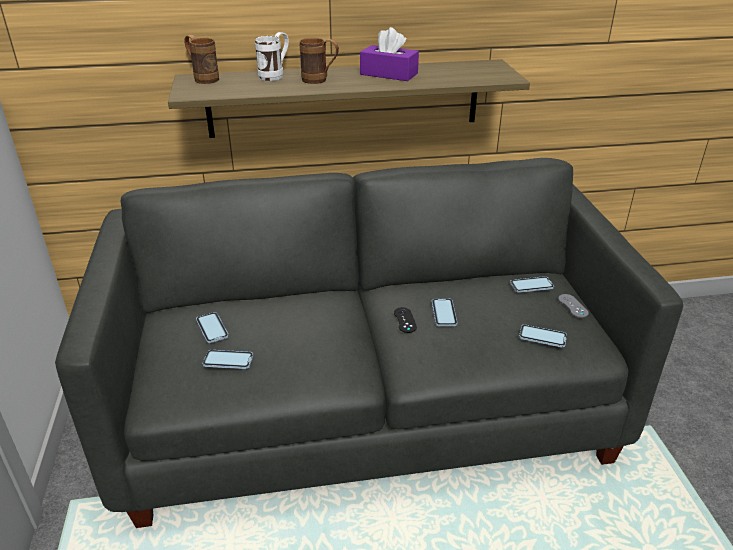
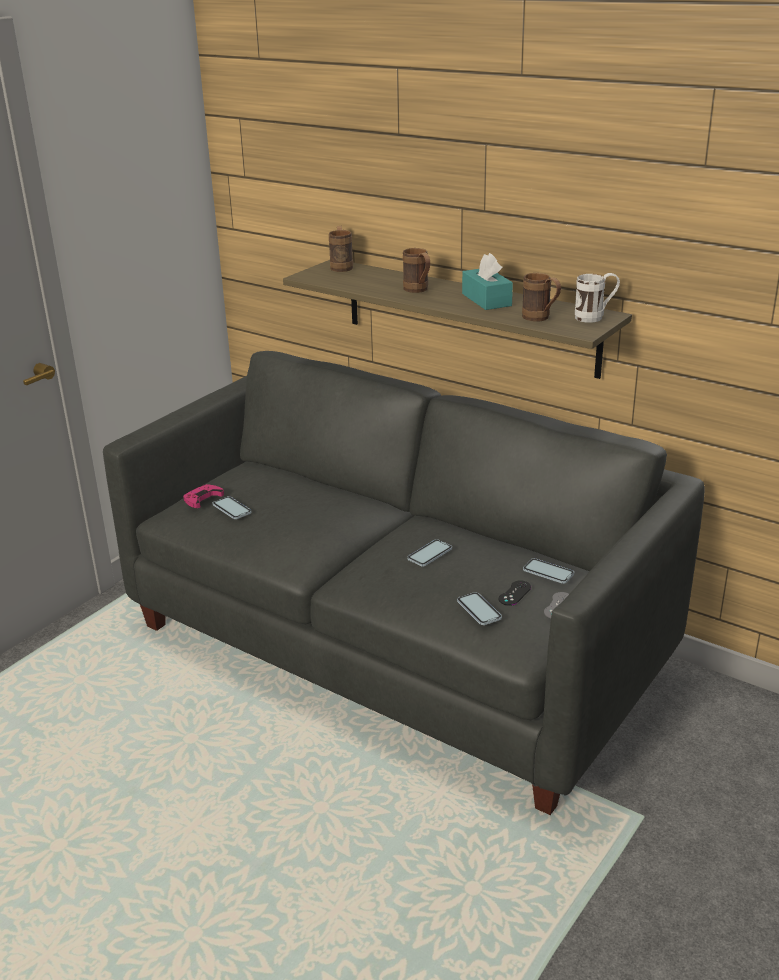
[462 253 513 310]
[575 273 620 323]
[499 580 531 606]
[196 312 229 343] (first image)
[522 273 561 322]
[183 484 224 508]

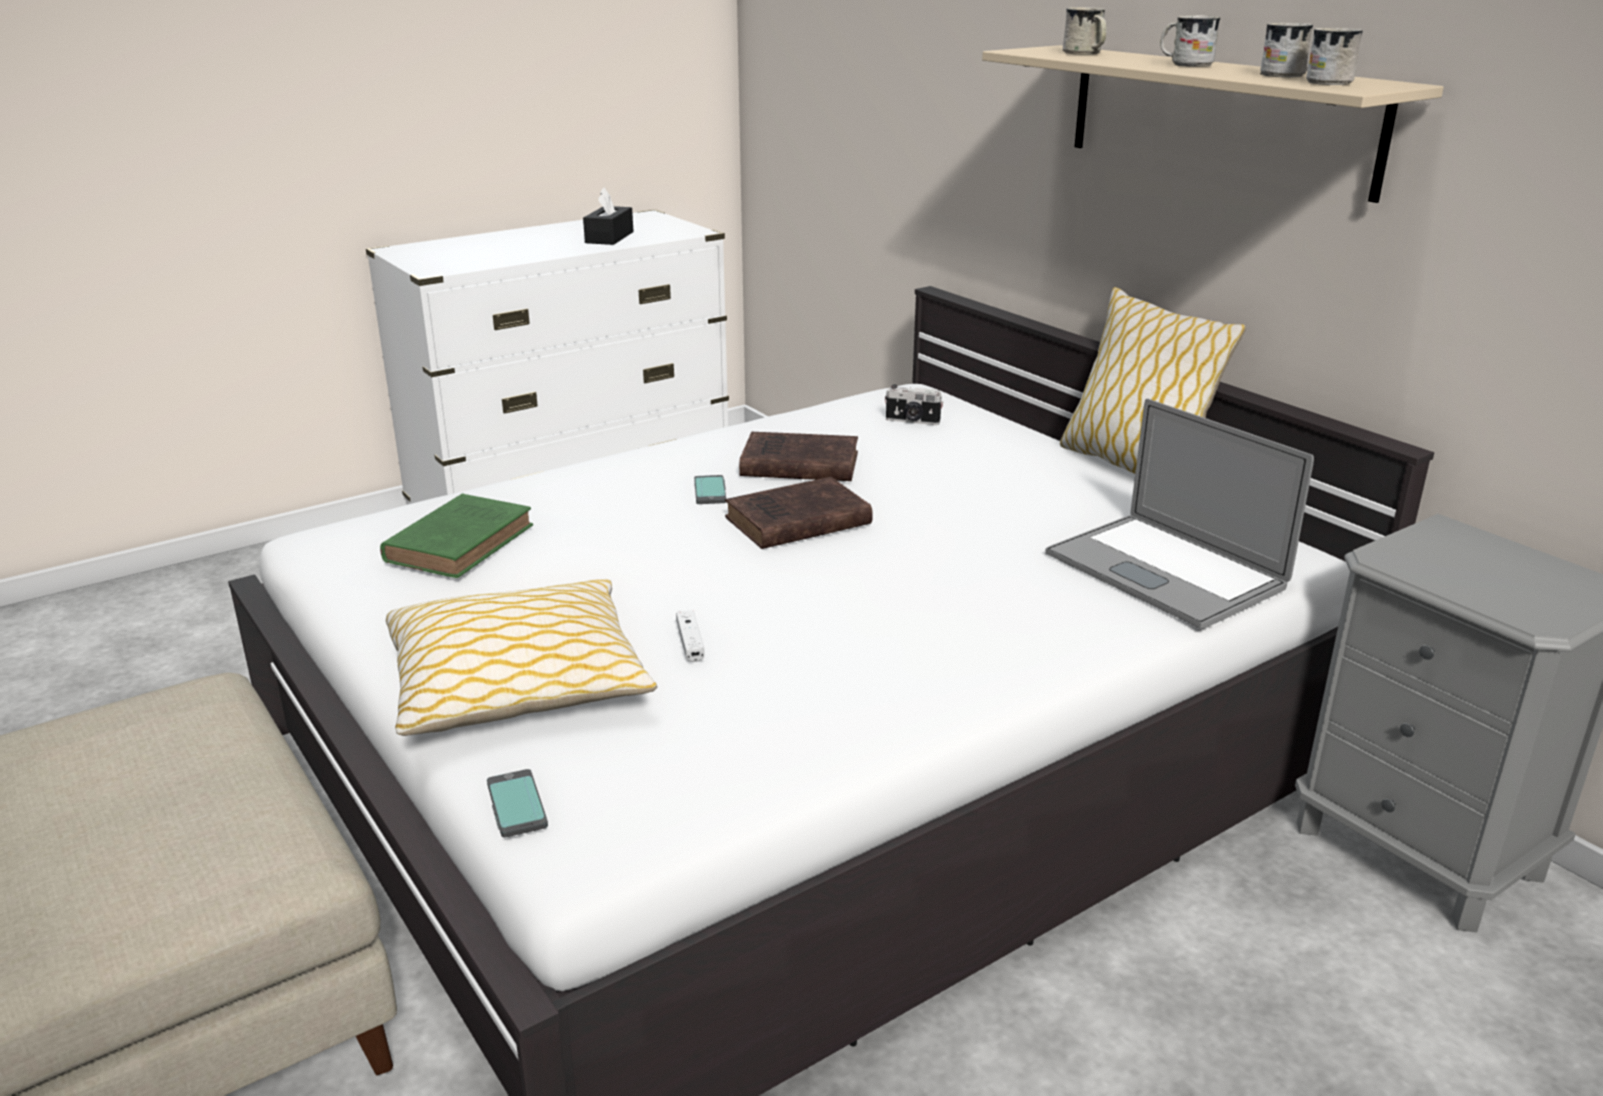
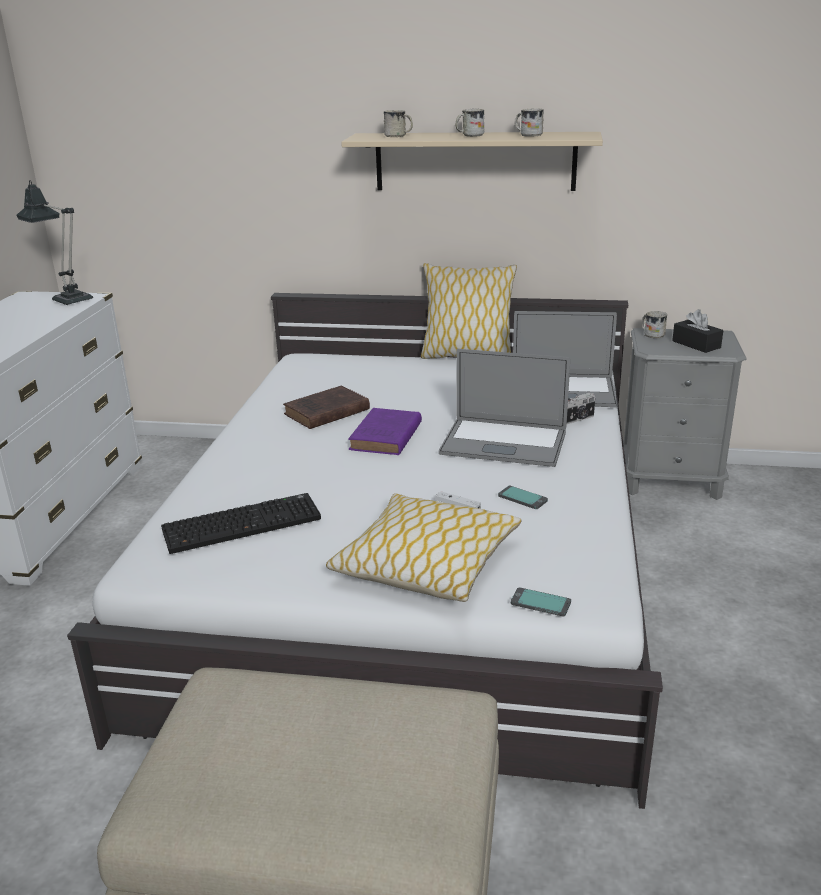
[642 311 667 338]
[672 309 723 353]
[567 393 595 424]
[498 486 548 509]
[348 408 422 455]
[161 493 321 554]
[16 180 93 305]
[439 349 570 467]

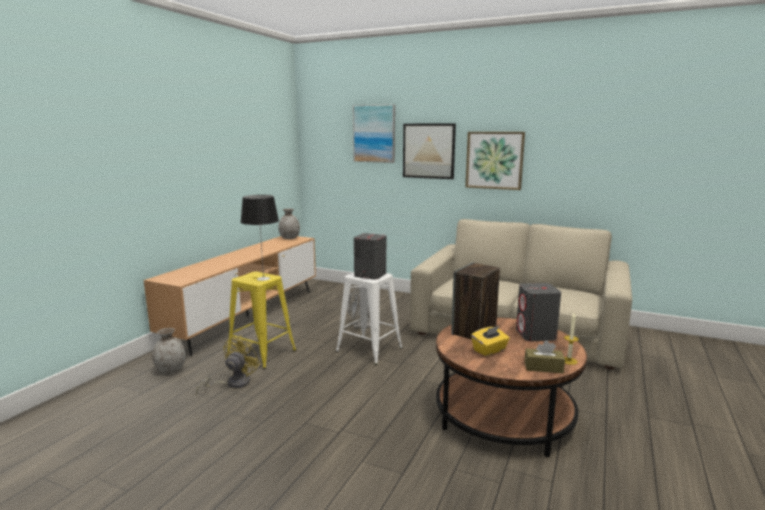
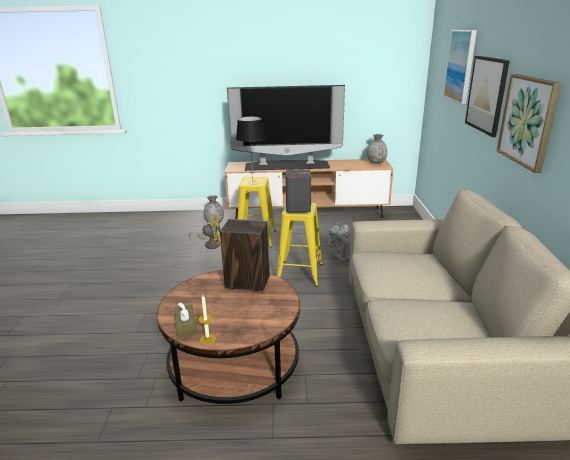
[277 203 322 287]
[516 283 561 341] (first image)
[471 326 510 356] (first image)
[227 85 345 171]

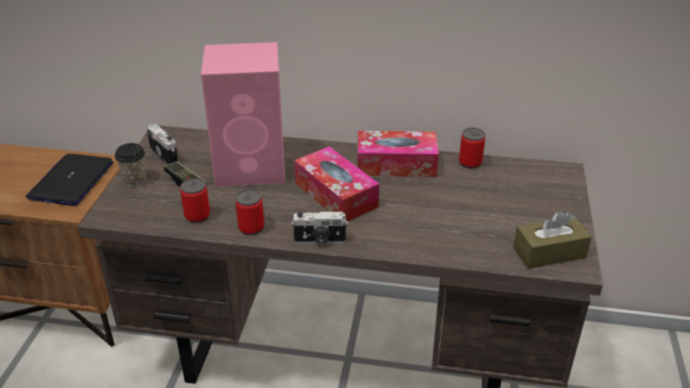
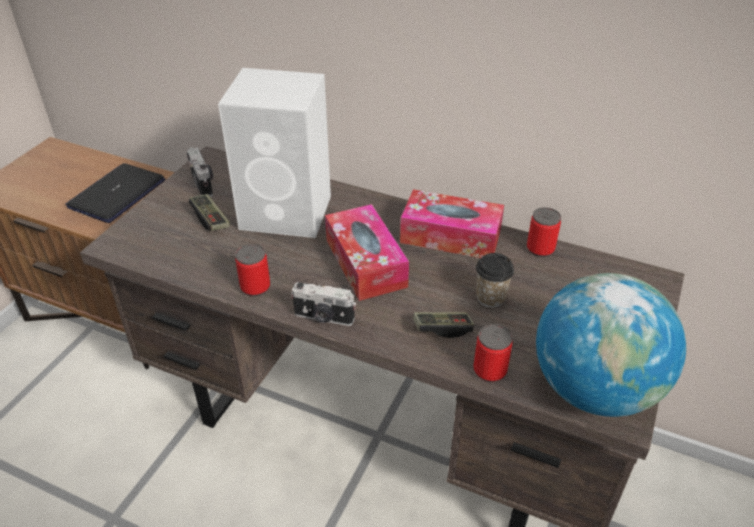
[218 68 331 238]
[476 253 514 308]
[473 324 513 382]
[536 273 686 417]
[413 312 474 338]

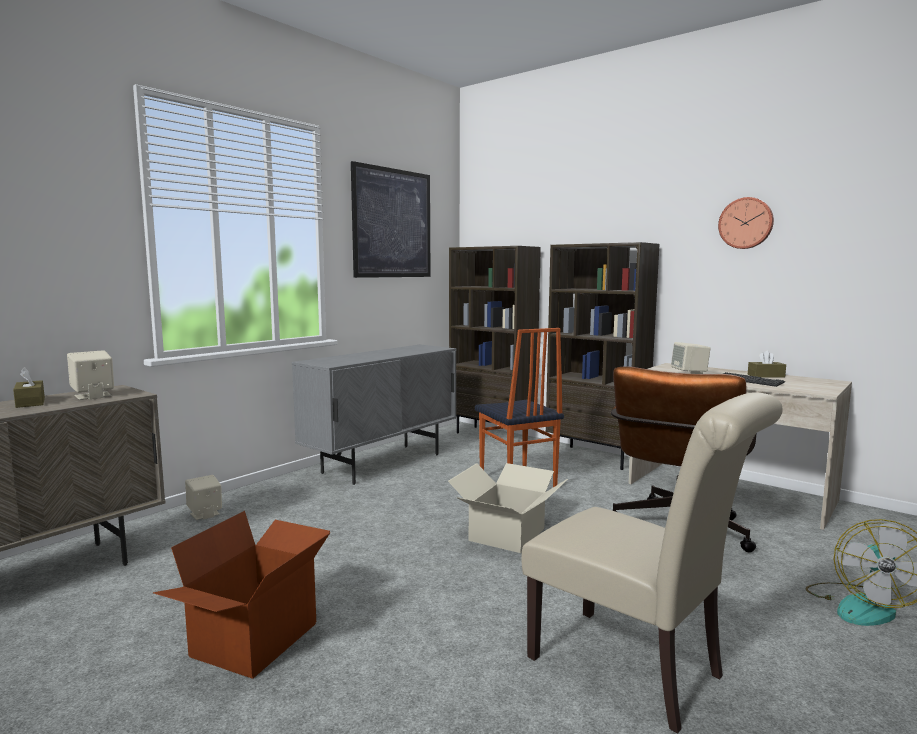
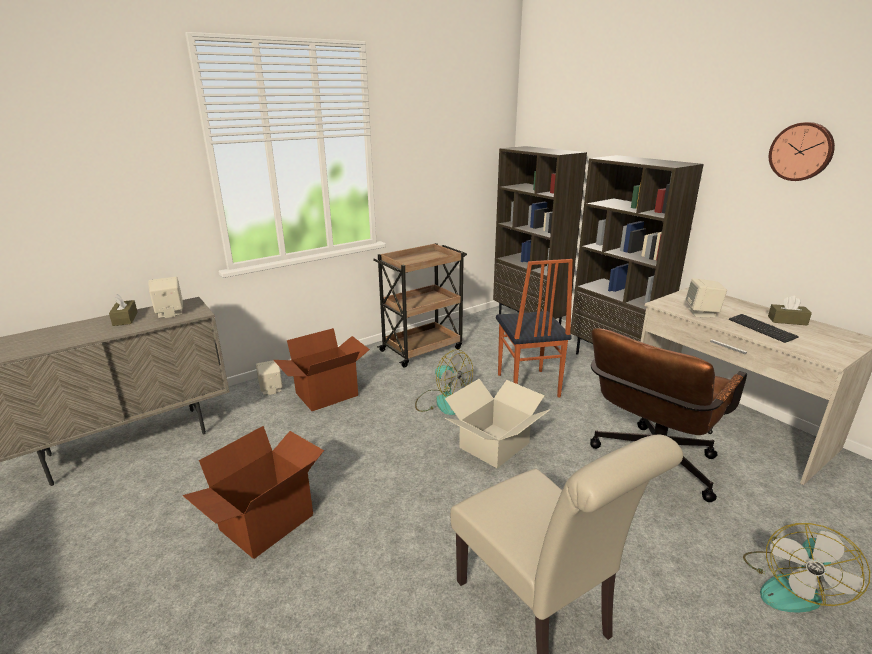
[351 161 430 278] (first image)
[373 243 467 368]
[274 328 370 411]
[415 349 473 415]

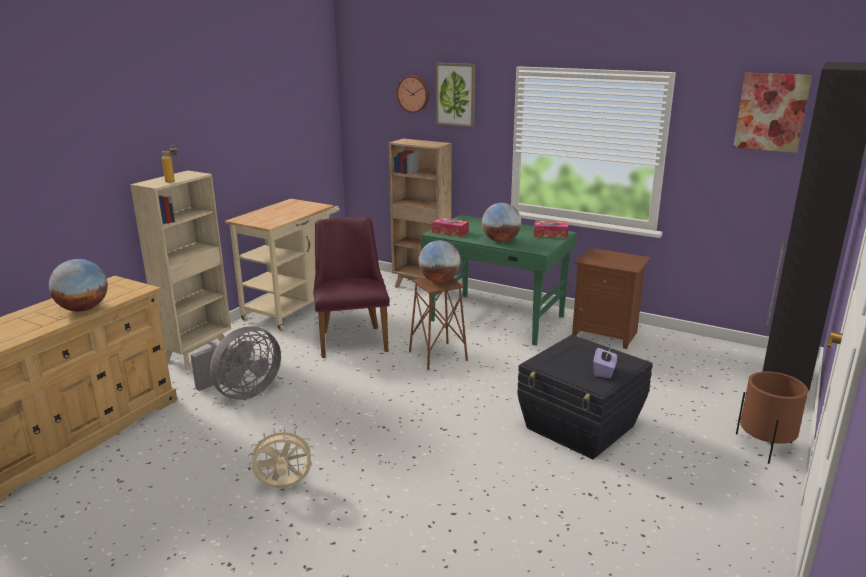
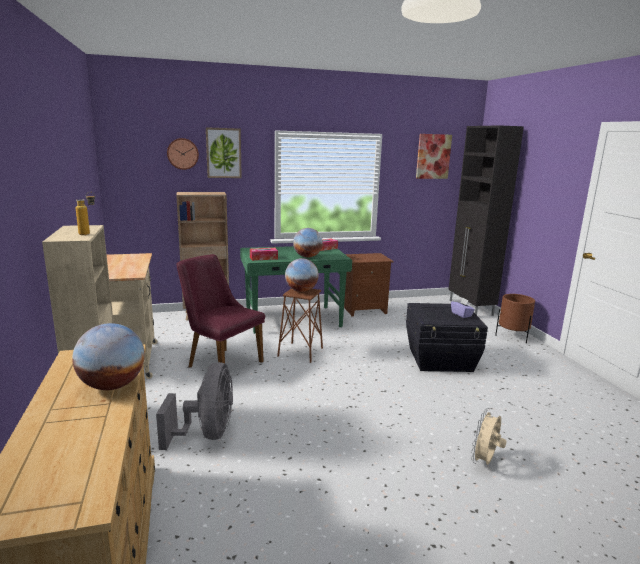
[471 408 507 465]

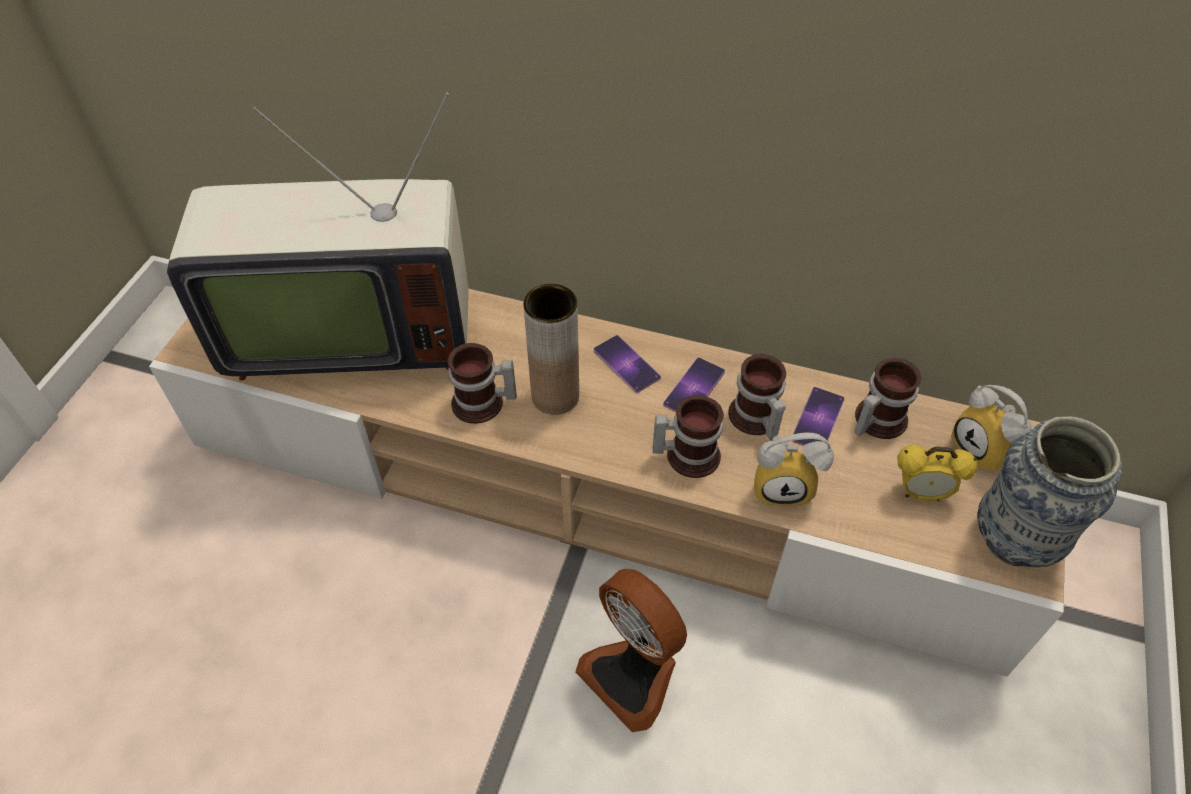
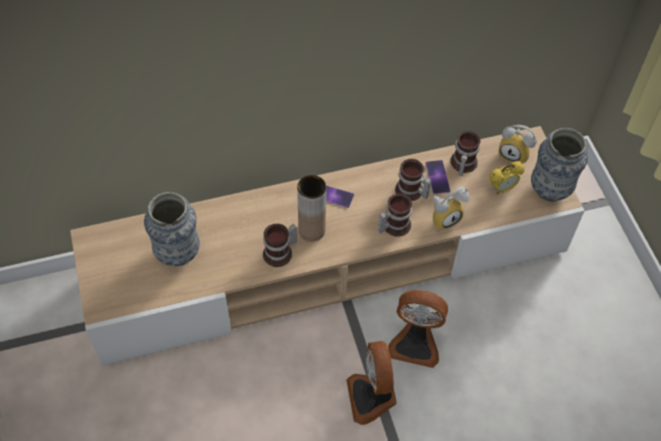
[144 192 200 267]
[663 358 725 412] (first image)
[346 341 397 425]

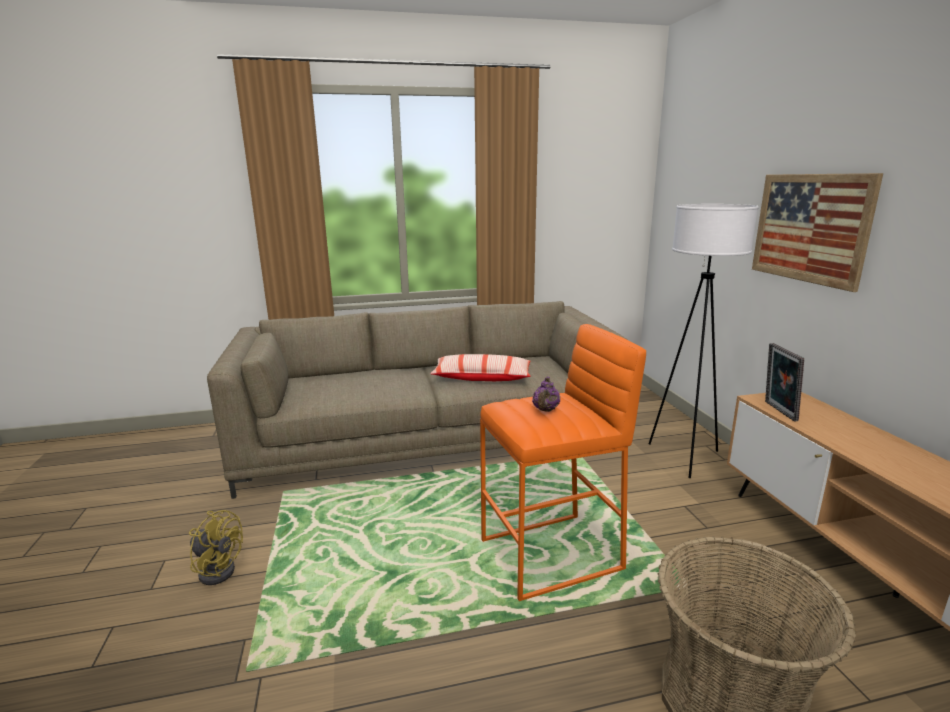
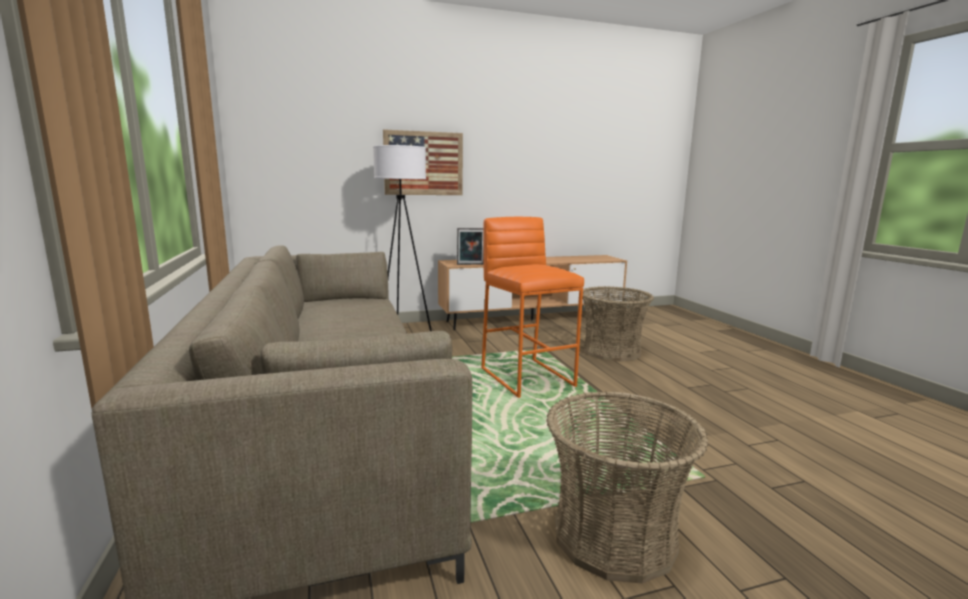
[430 354 531 381] (first image)
[532 377 560 412] (first image)
[546 391 708 583]

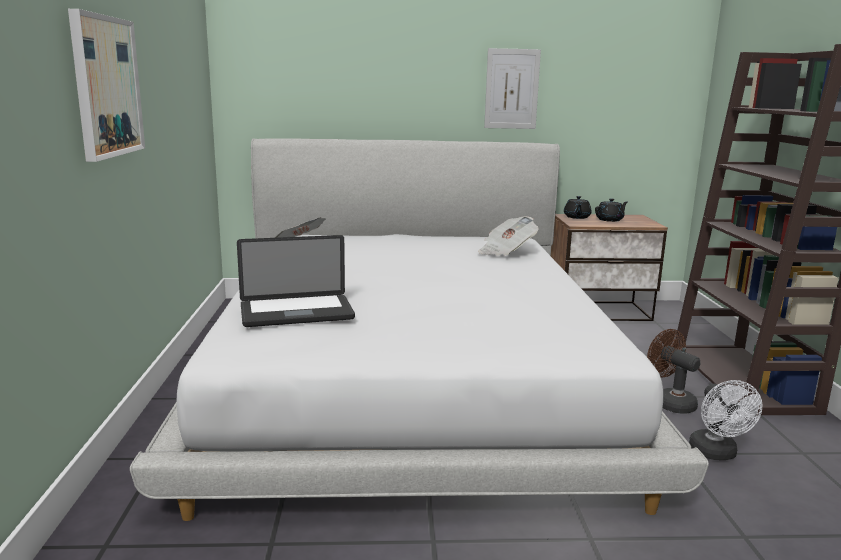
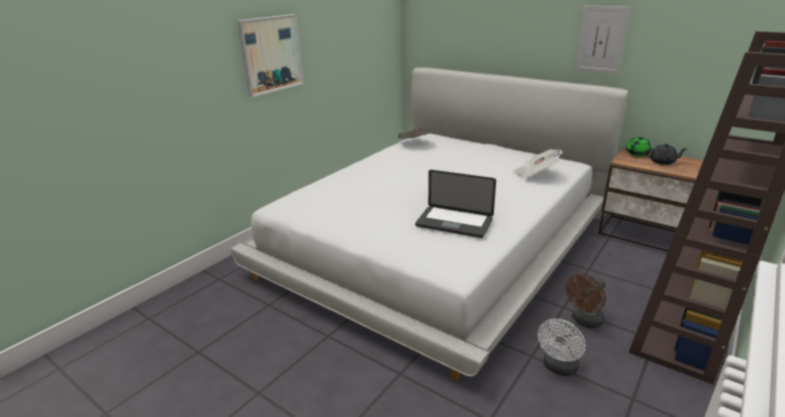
[626 136 651 157]
[415 170 496 238]
[566 274 606 328]

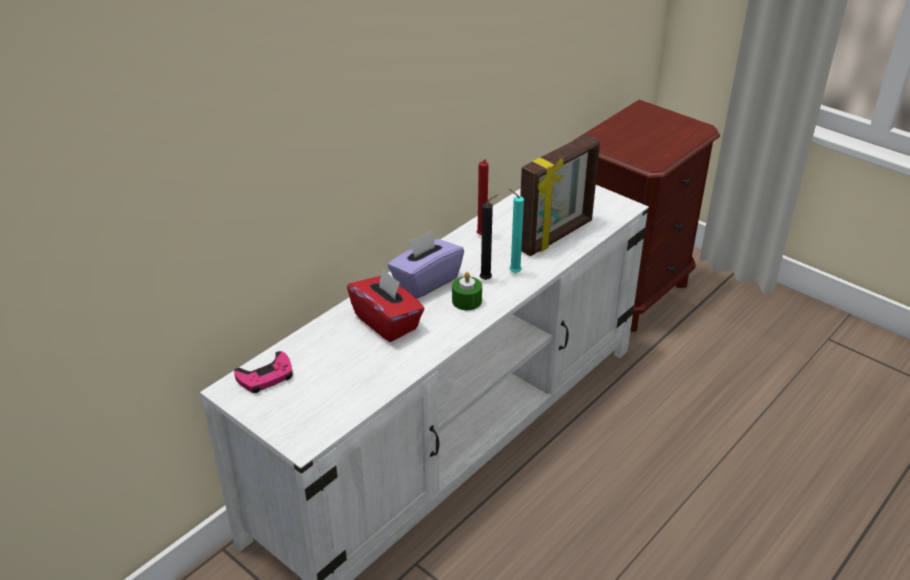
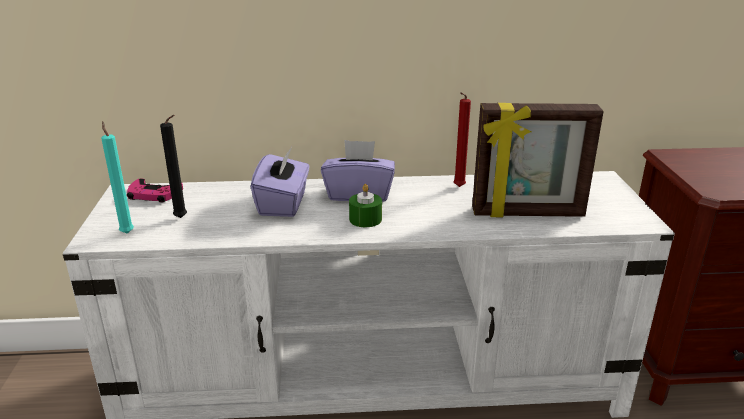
[101 121 134 234]
[160 115 187 218]
[251 147 309 217]

